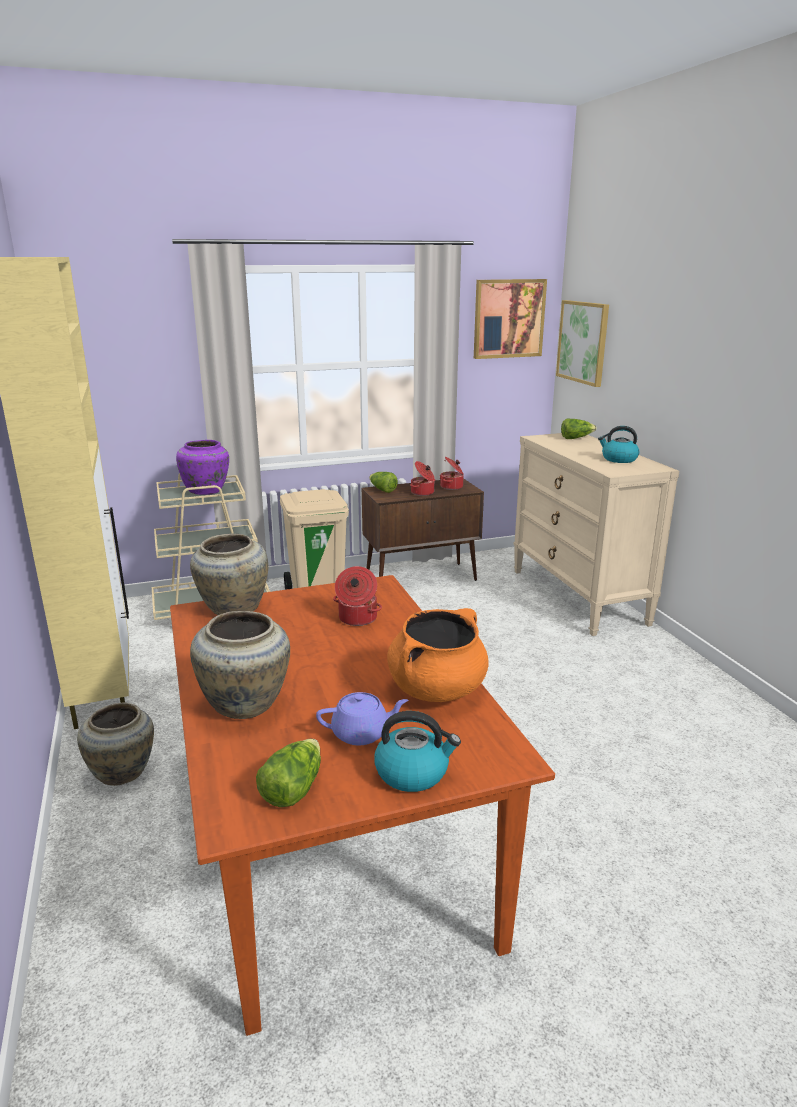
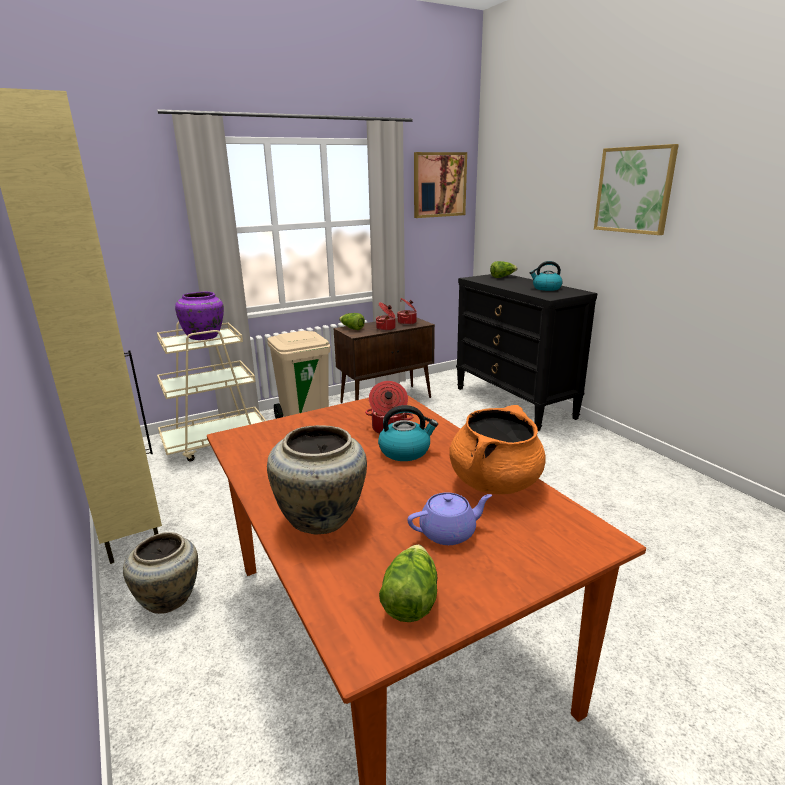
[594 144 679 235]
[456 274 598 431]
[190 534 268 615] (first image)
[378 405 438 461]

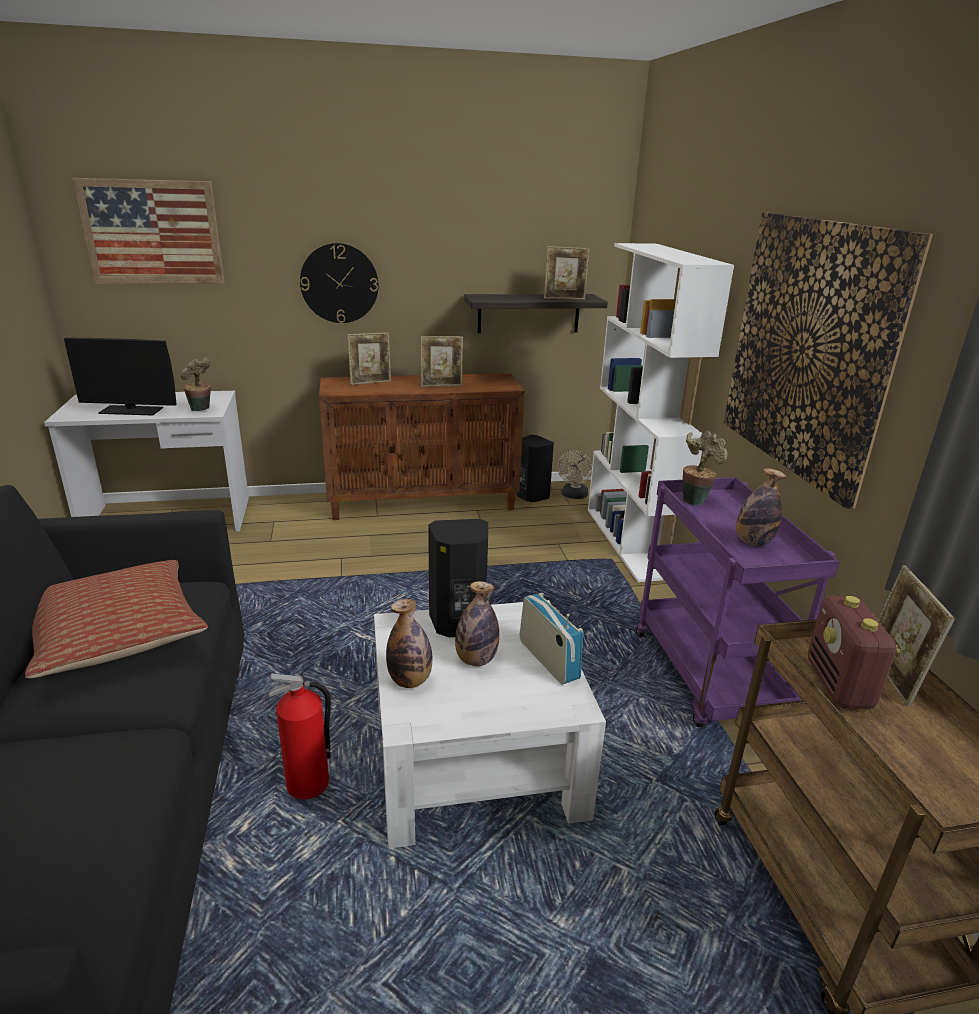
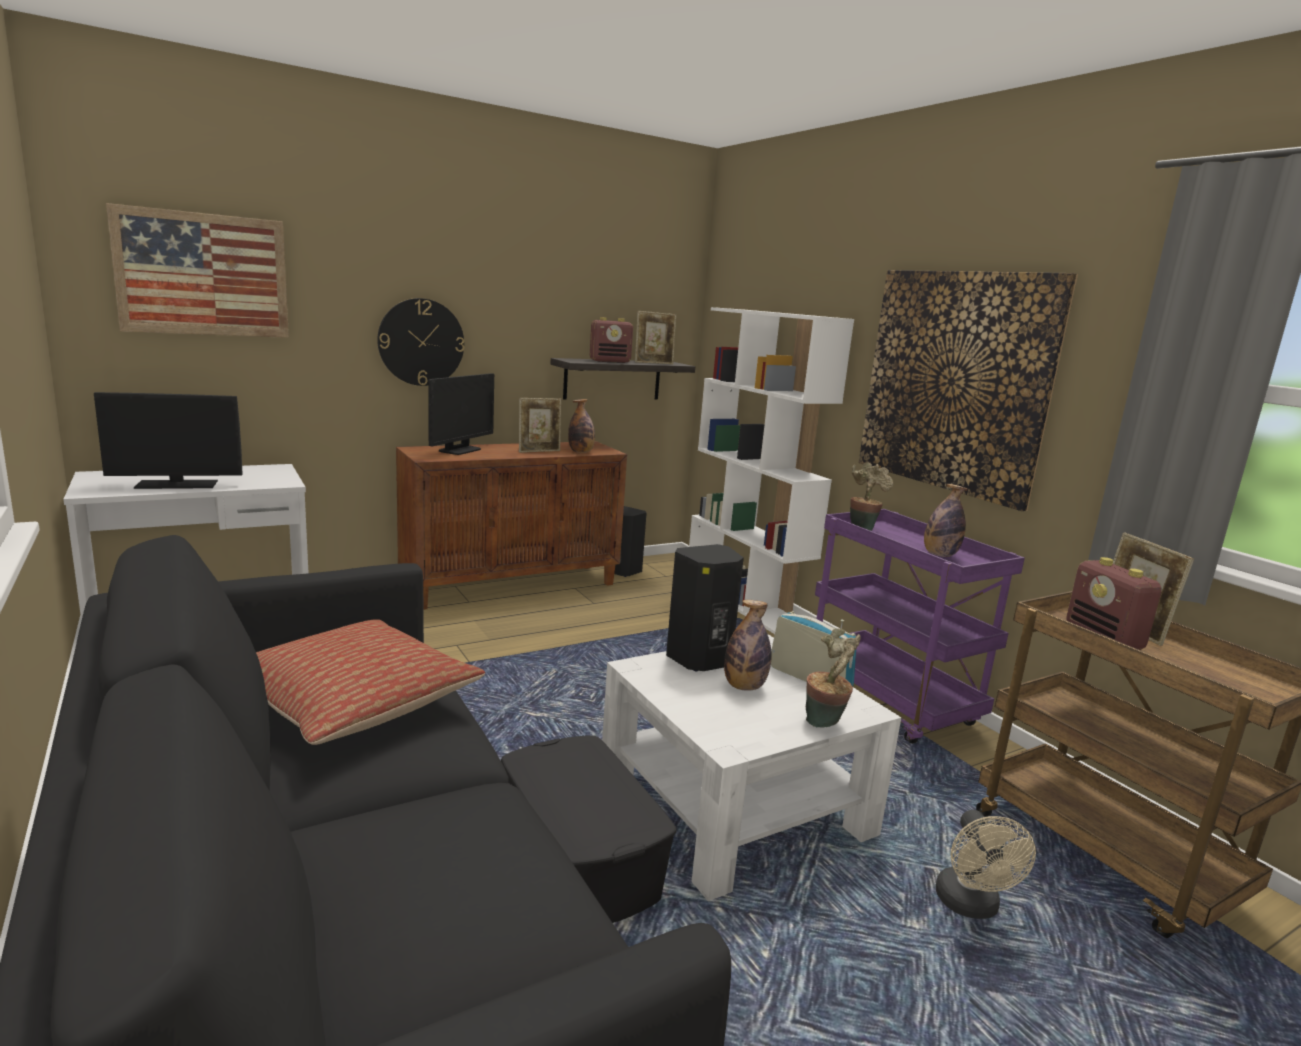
[428 373 494 455]
[806 628 861 728]
[936 810 1036 919]
[568 399 595 453]
[501 735 676 923]
[590 317 633 363]

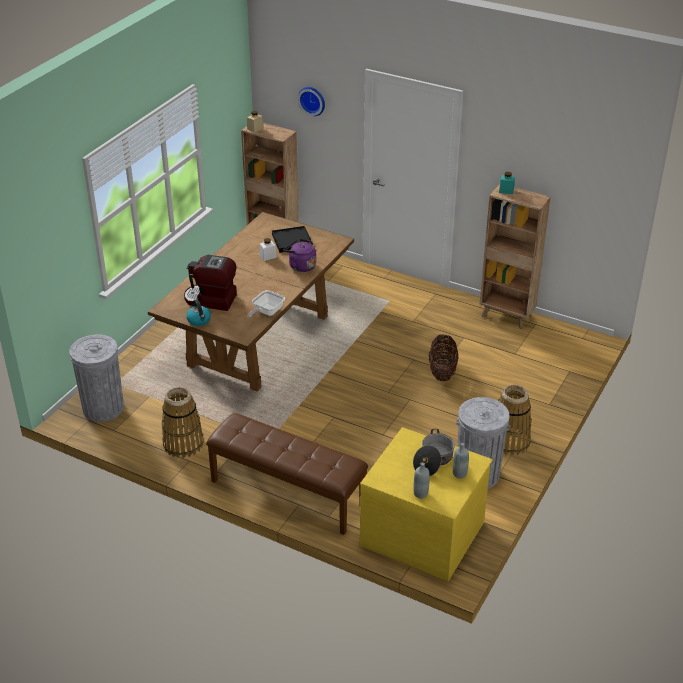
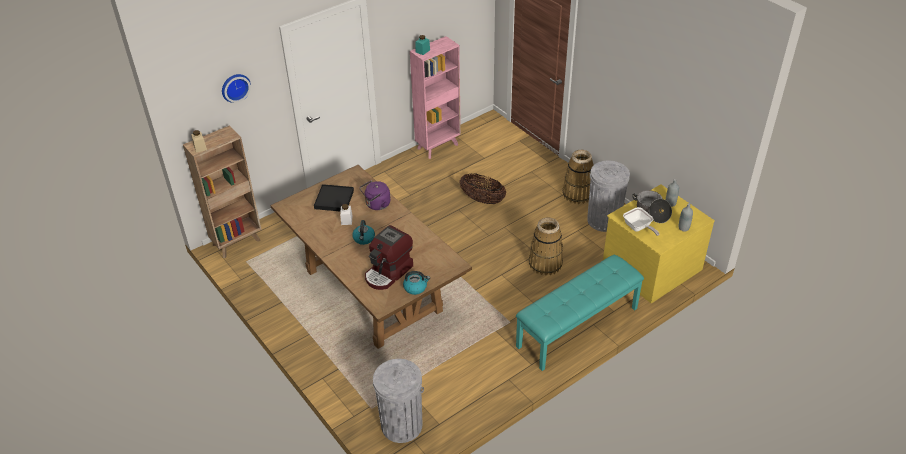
[410 36 461 159]
[623 207 659 236]
[529 217 563 276]
[516 255 644 371]
[352 220 375 245]

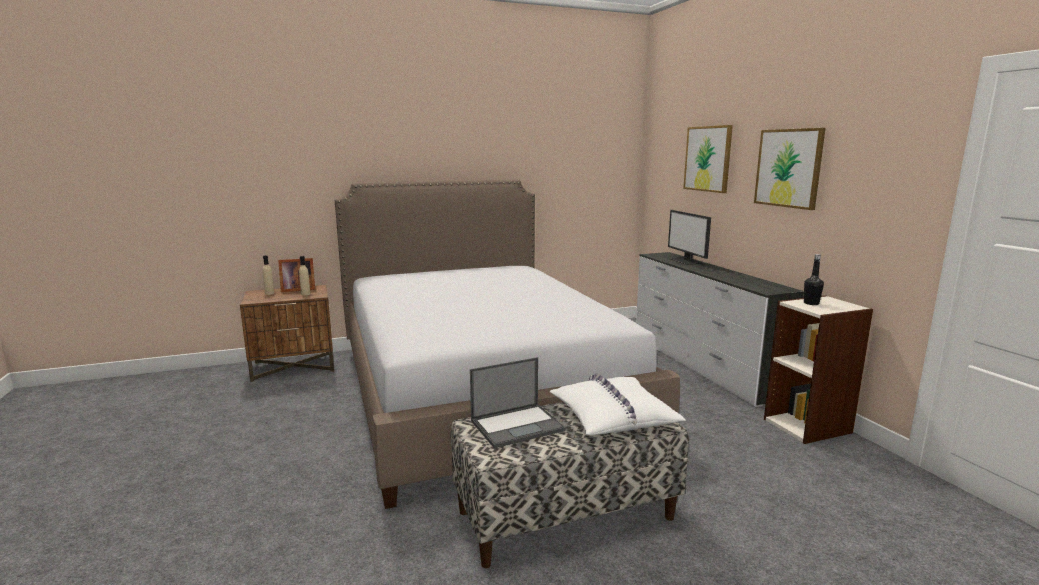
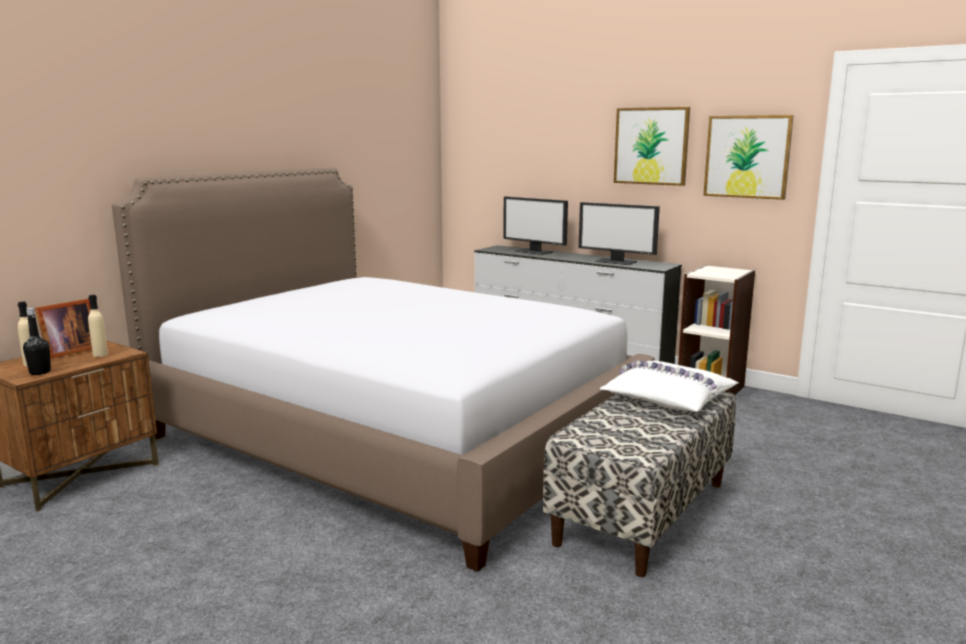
[703 115 794 200]
[23 308 51 375]
[470 357 565 448] (first image)
[579 202 660 265]

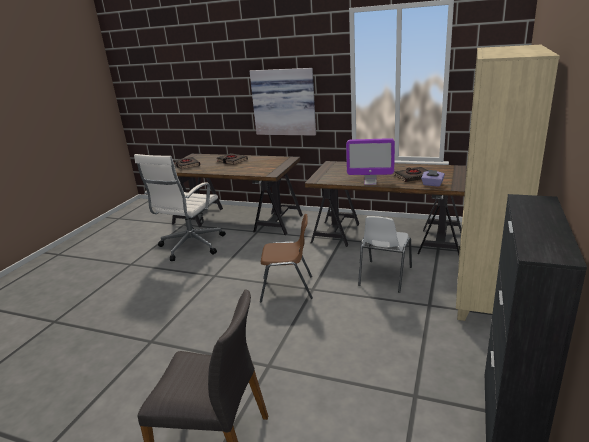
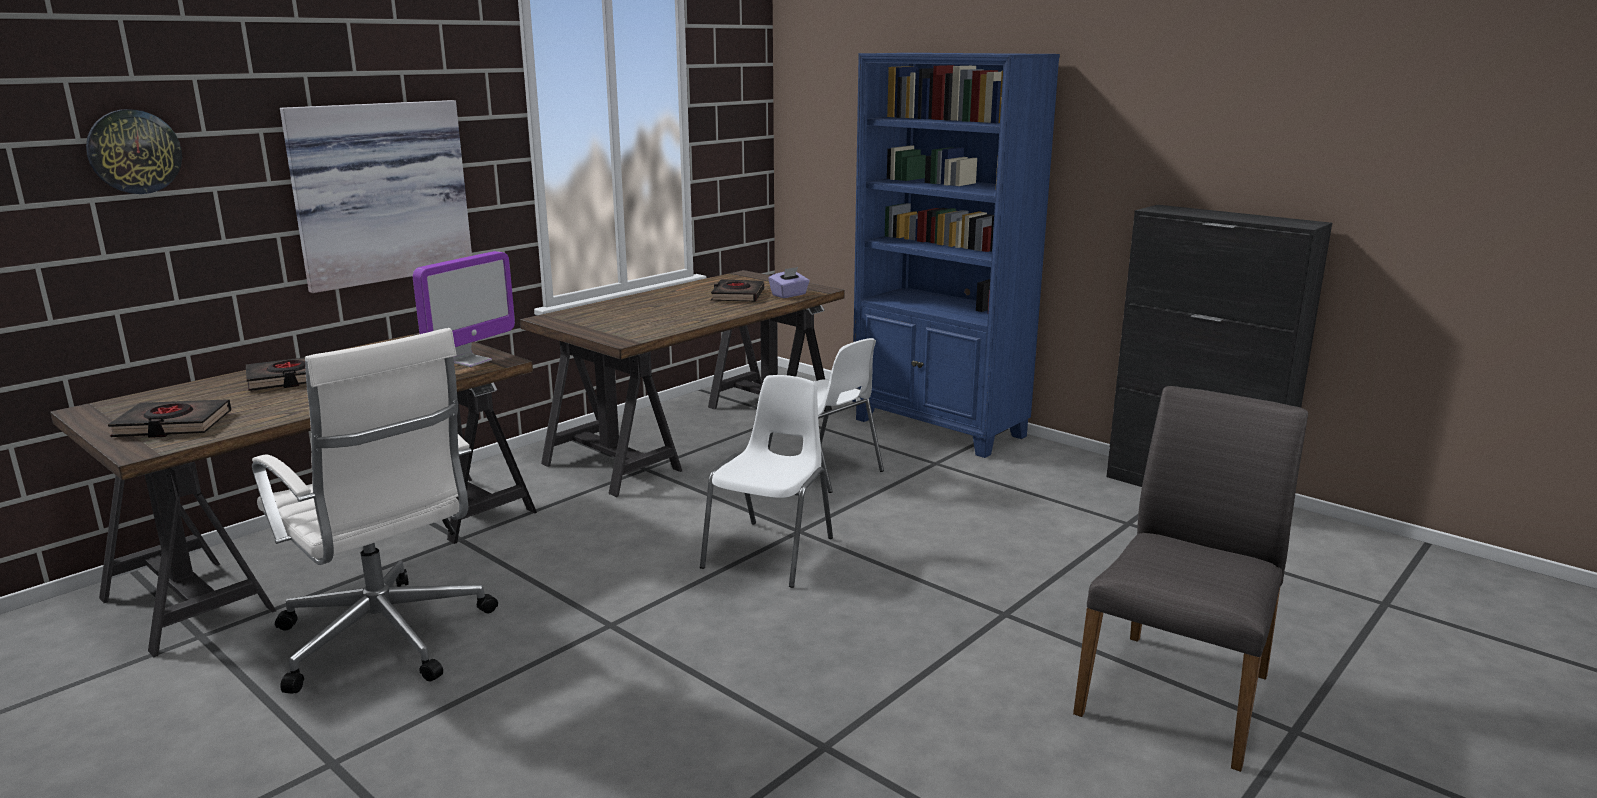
[852 53 1060 458]
[413 251 515 367]
[700 375 833 588]
[86 109 182 194]

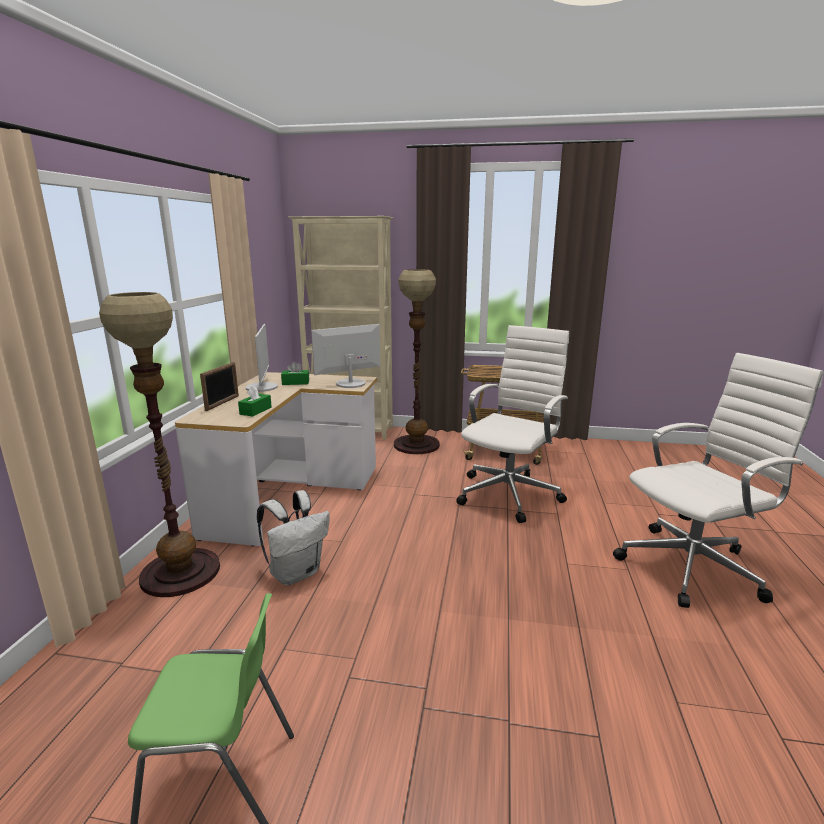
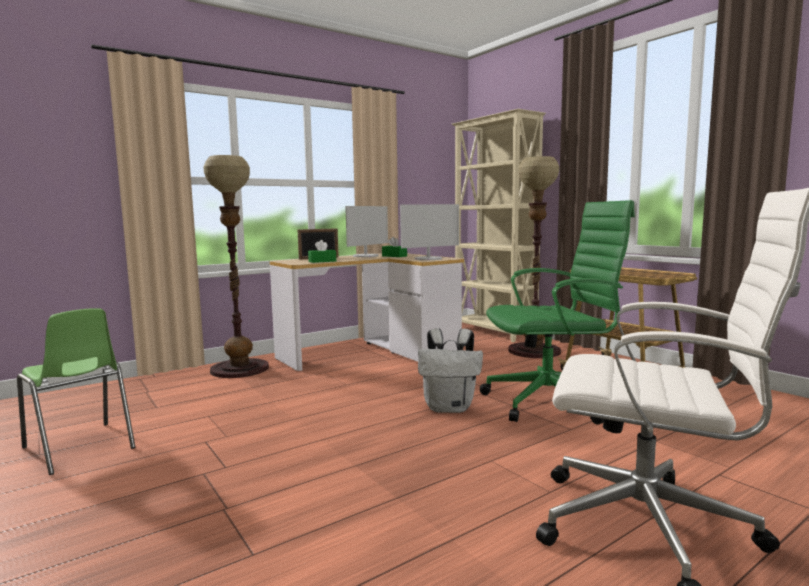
[400 204 459 260]
[480 200 635 425]
[418 328 483 413]

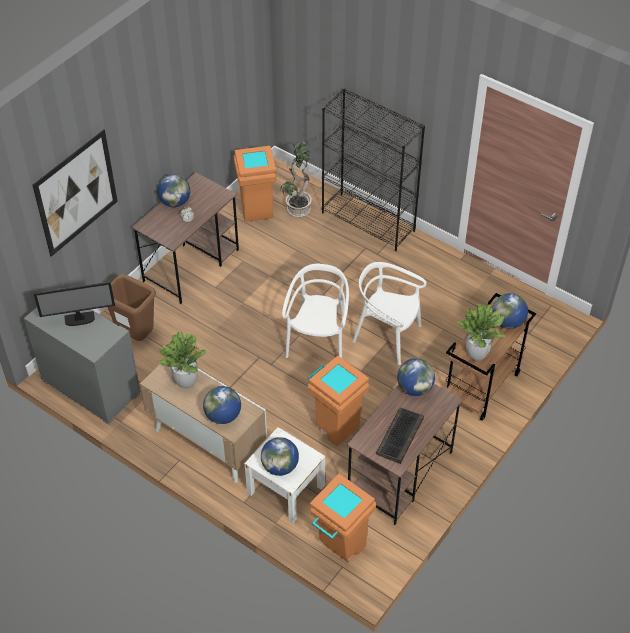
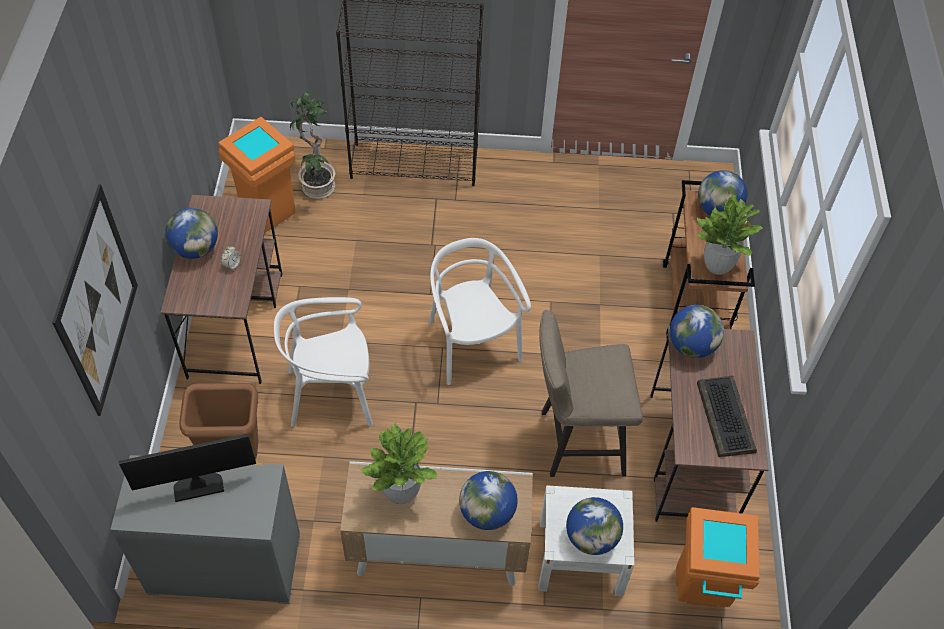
[274 297 373 427]
[119 434 256 502]
[539 310 643 477]

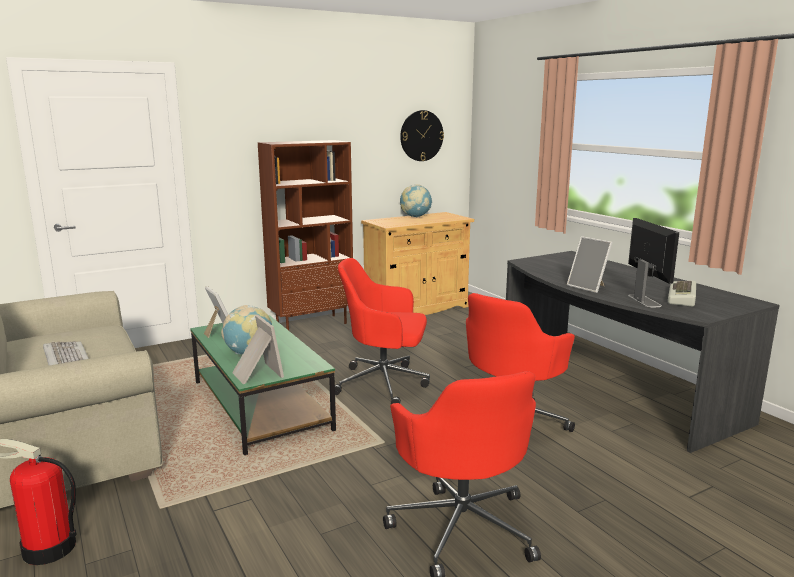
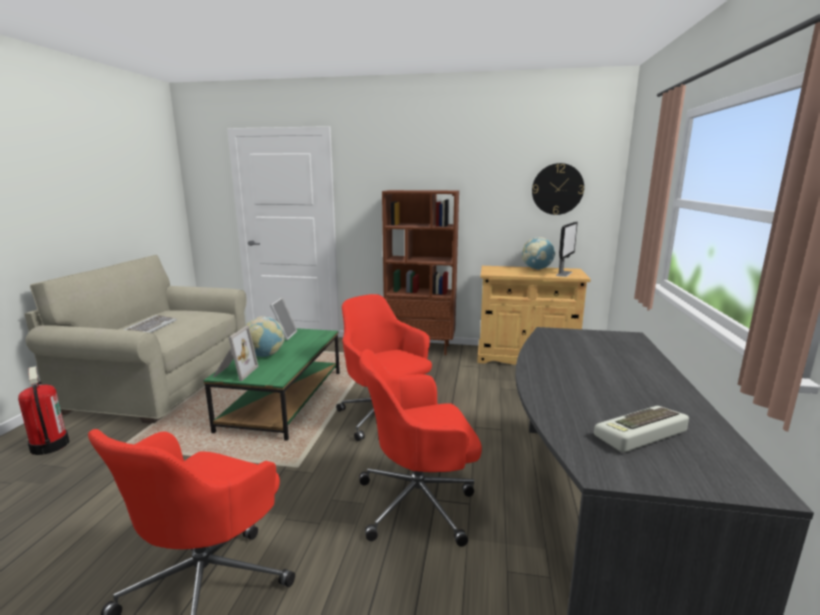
[556 222 578 277]
[567 236 613 293] (first image)

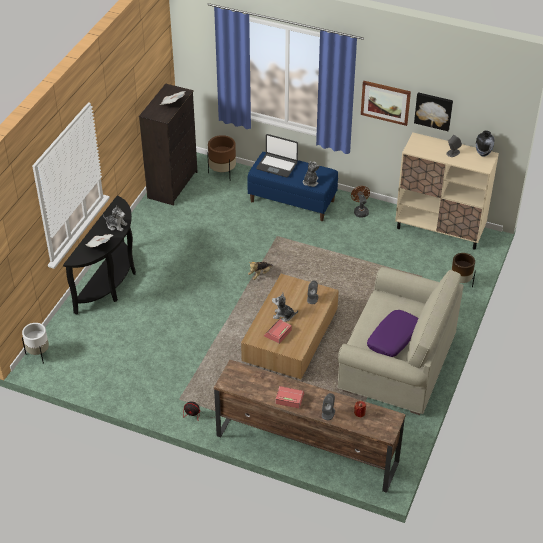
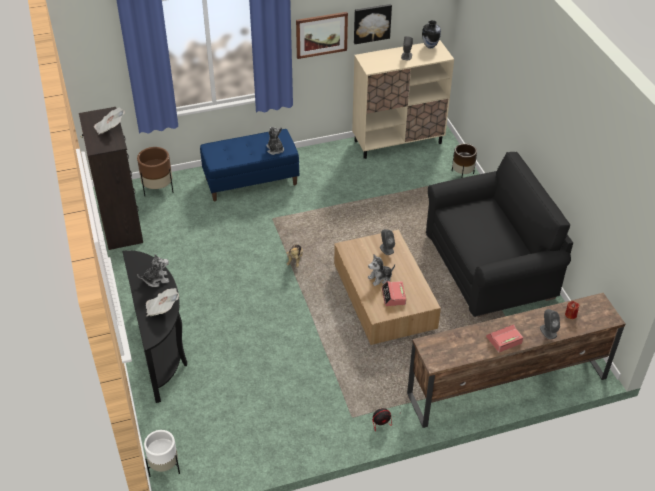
[256 134 298 177] (first image)
[351 186 370 218] (first image)
[426 152 573 317]
[367 310 419 357] (first image)

